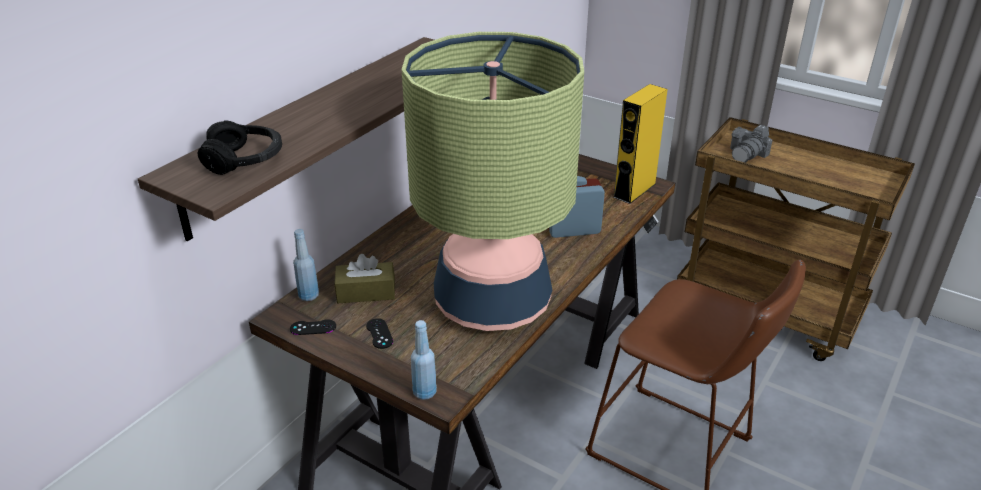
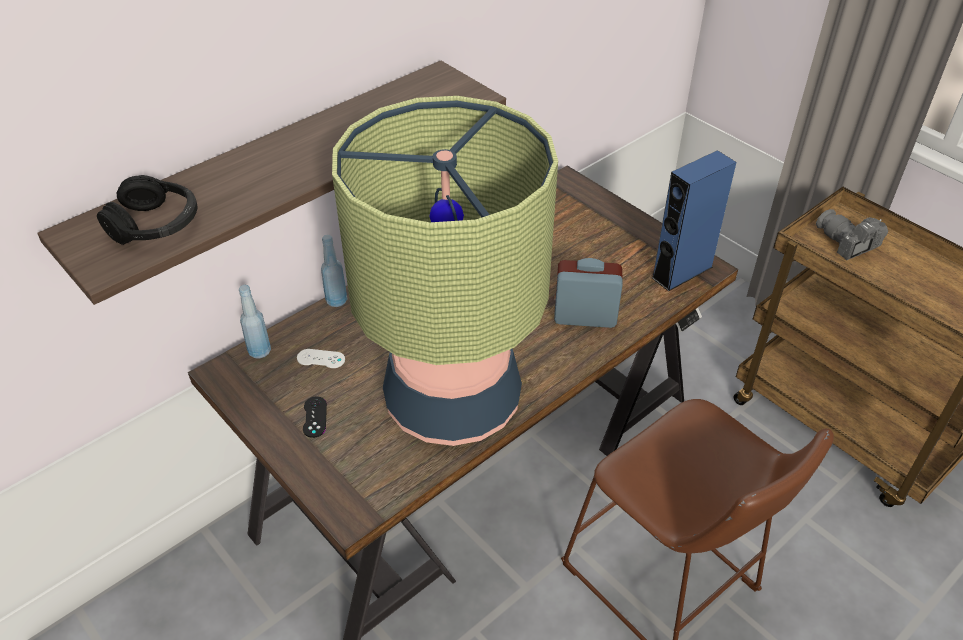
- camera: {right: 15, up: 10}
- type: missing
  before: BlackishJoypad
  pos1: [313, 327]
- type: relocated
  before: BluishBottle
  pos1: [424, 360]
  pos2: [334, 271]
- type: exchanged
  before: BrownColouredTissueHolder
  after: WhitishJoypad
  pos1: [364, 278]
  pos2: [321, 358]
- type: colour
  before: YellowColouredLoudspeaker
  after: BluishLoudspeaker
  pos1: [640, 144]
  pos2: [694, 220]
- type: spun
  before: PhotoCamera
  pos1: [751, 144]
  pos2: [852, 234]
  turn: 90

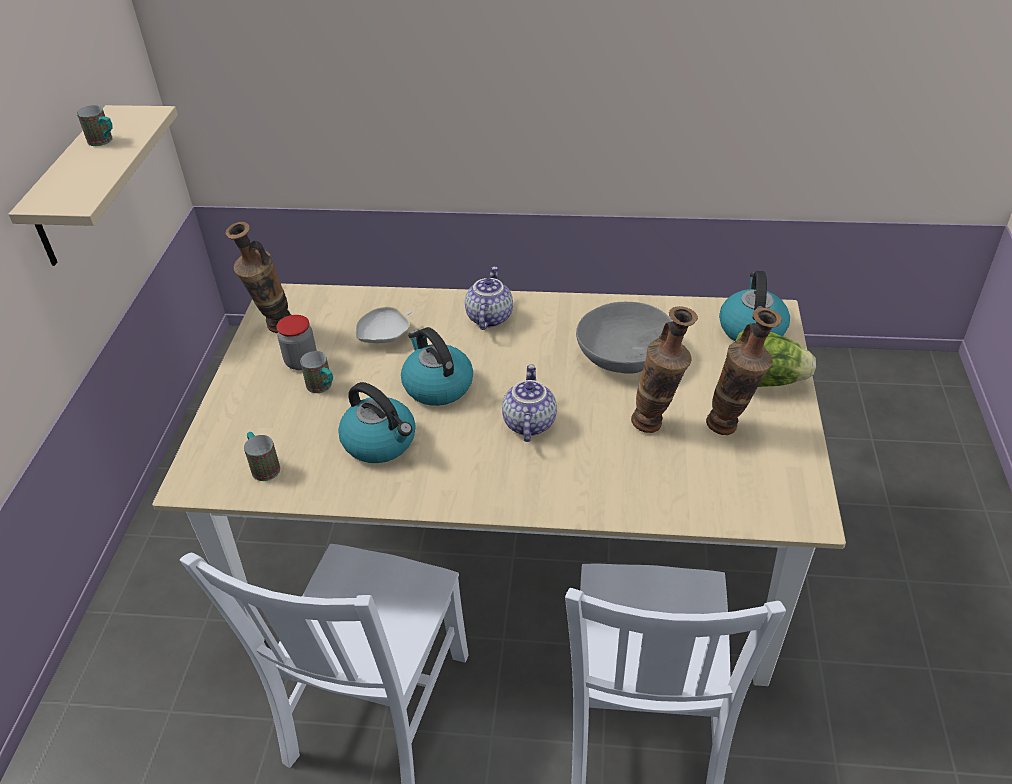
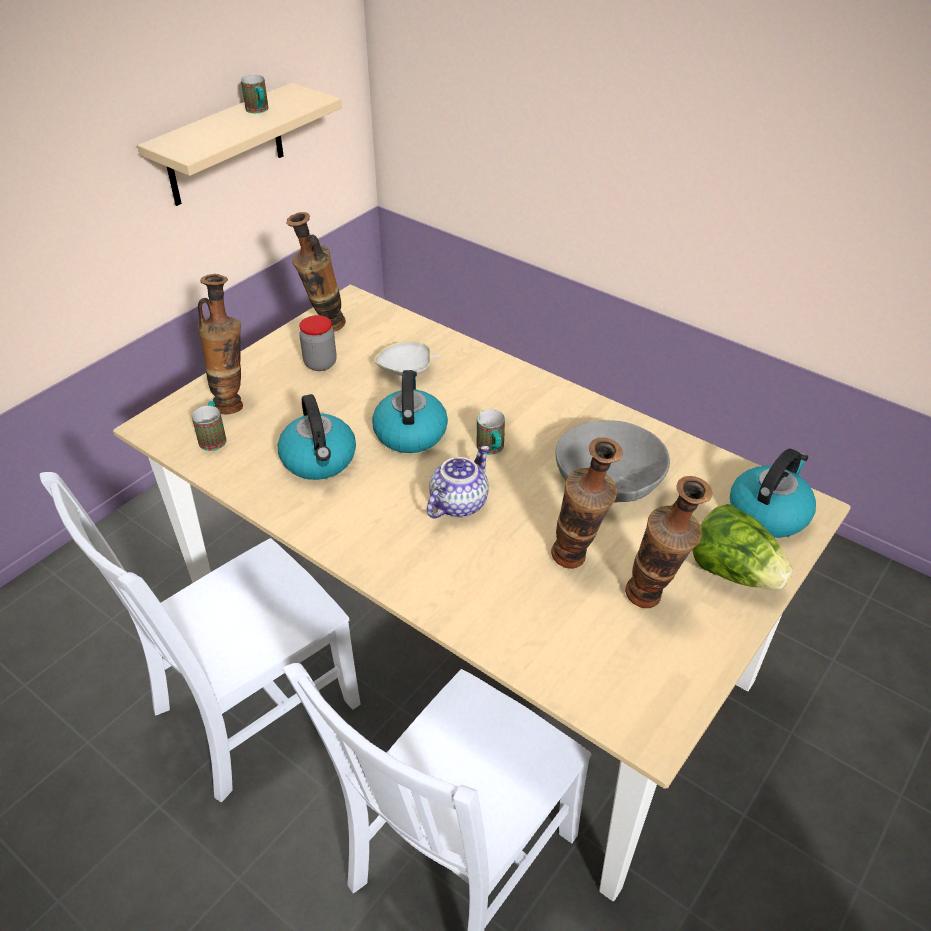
- camera: {right: 30, up: 0}
- type: missing
  before: TeaPot
  pos1: [489, 298]
- type: appeared
  after: Vase
  pos2: [220, 344]
- type: relocated
  before: TeaMug
  pos1: [316, 372]
  pos2: [491, 432]

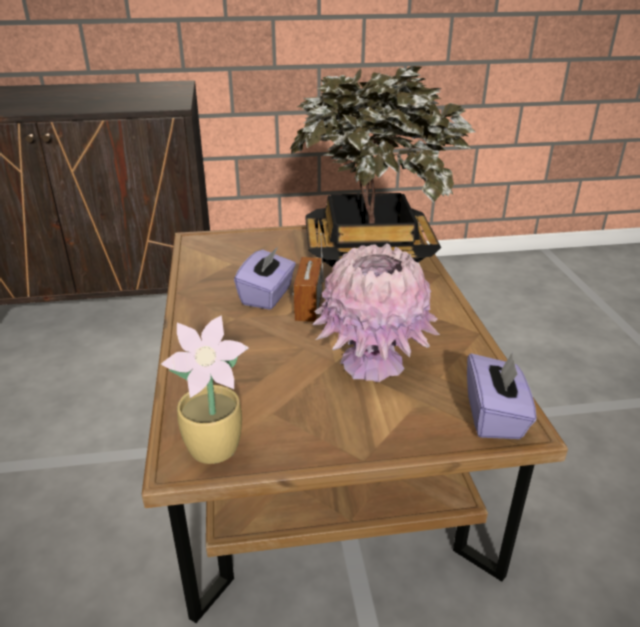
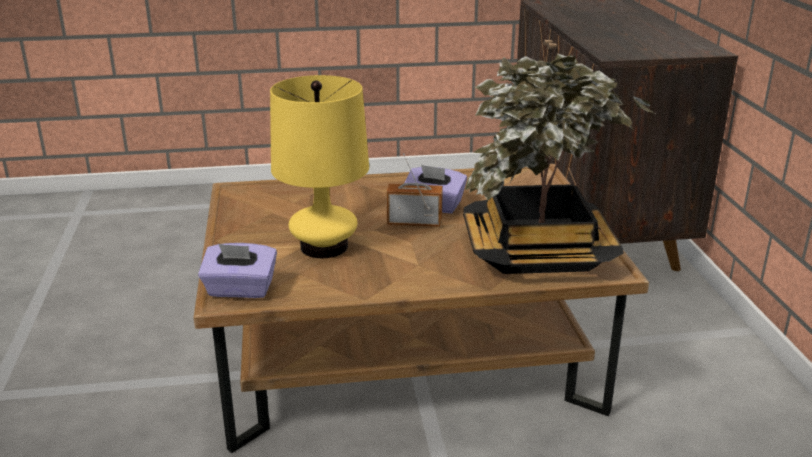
- camera: {right: 90, up: -5}
- type: missing
  before: PlantInAPot
  pos1: [205, 389]
- type: exchanged
  before: PinkColouredVase
  after: YellowColouredTabletopLamp
  pos1: [376, 312]
  pos2: [319, 166]

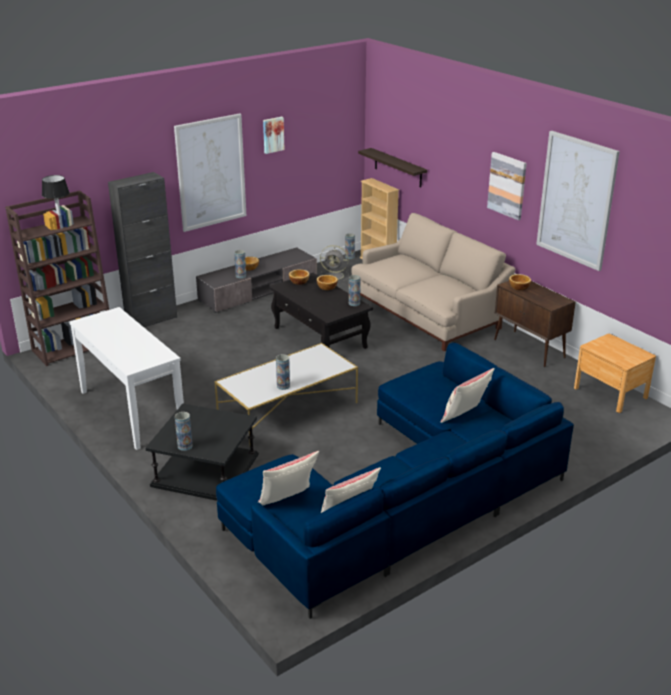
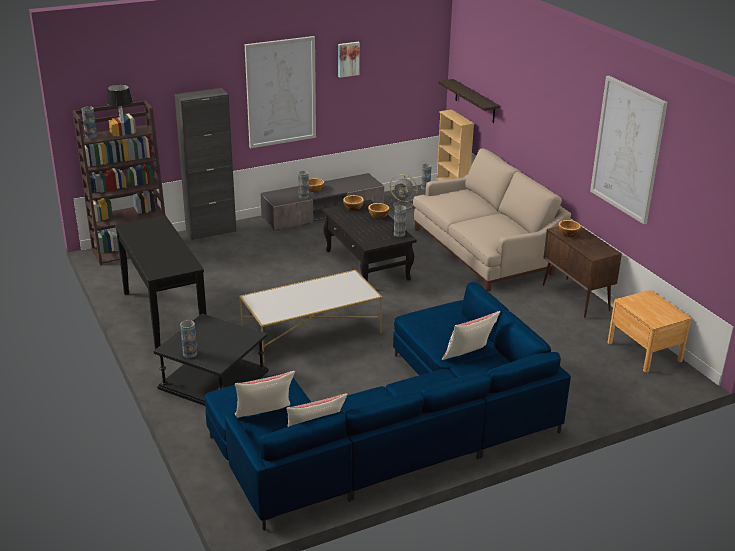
- camera: {right: 10, up: 0}
- type: missing
  before: WallPicture
  pos1: [507, 186]
- type: relocated
  before: Vase
  pos1: [283, 372]
  pos2: [89, 122]
- type: colour
  before: WhitishNarrowTable
  after: BlackishNarrowTable
  pos1: [127, 378]
  pos2: [161, 282]

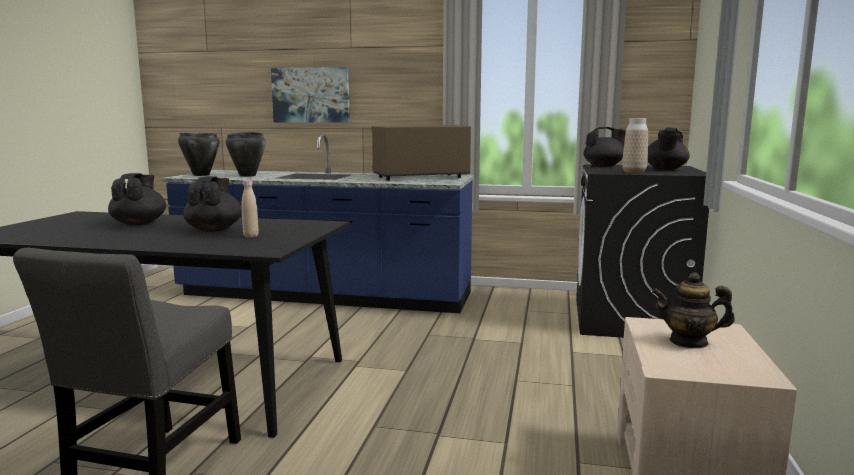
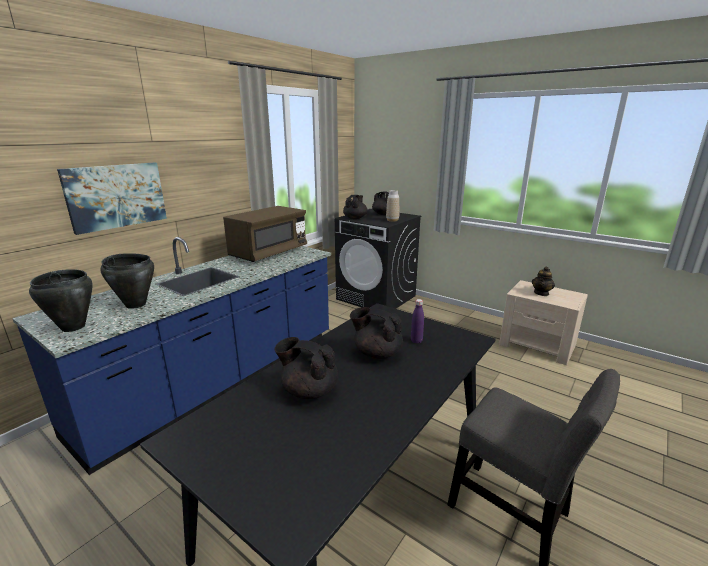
- camera: {right: -65, up: 10}
- type: colour
  before: BeigeColouredBottle
  after: PurplishBottle
  pos1: [250, 208]
  pos2: [417, 321]
- type: spun
  before: BrownColouredKitchenMicrowave
  pos1: [421, 153]
  pos2: [265, 234]
  turn: -150

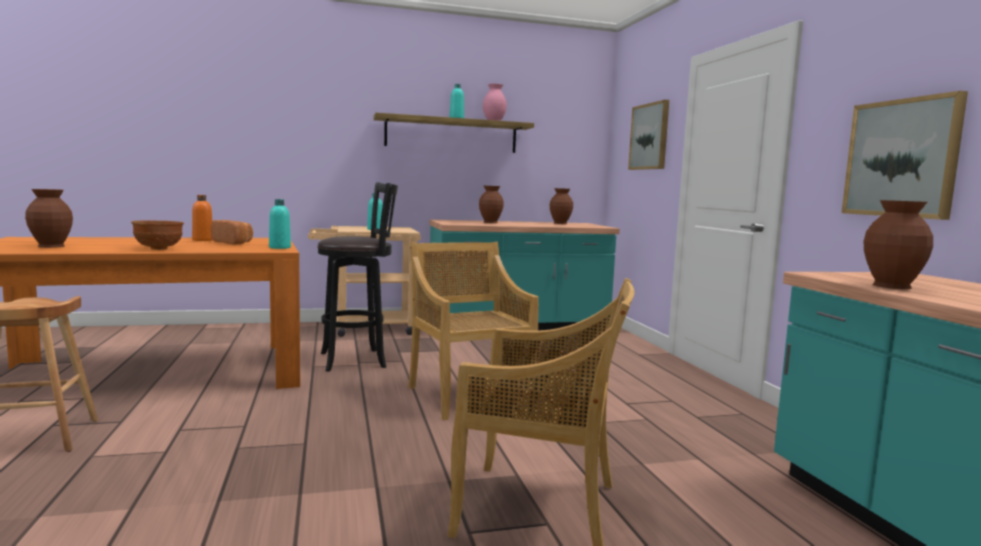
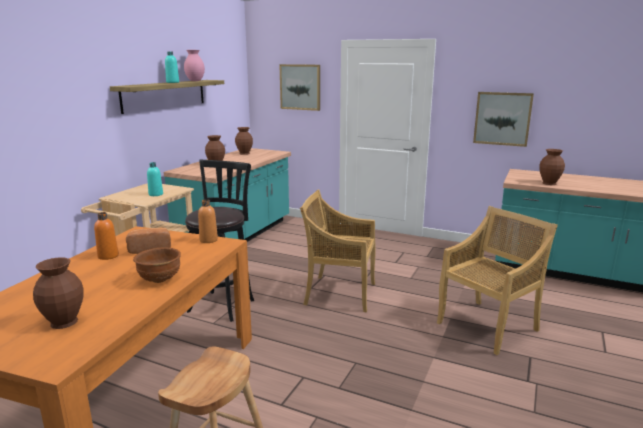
- camera: {right: -50, up: 10}
- type: colour
  before: BlueGreenBottle
  after: OrangeyBottle
  pos1: [280, 224]
  pos2: [208, 221]

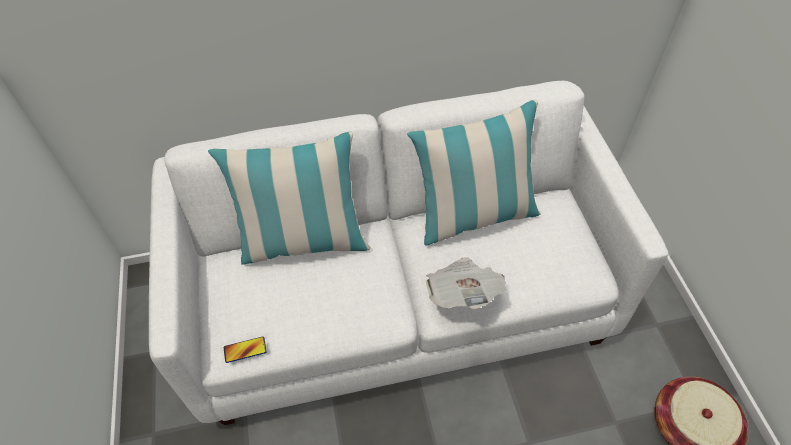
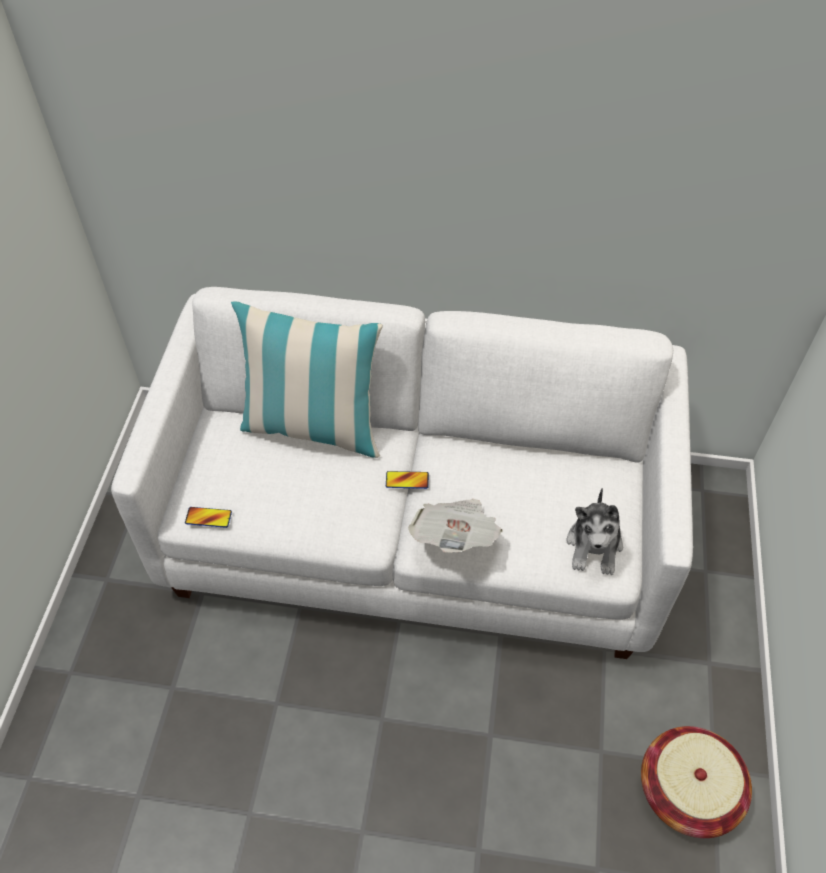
- camera: {right: 20, up: 0}
- type: missing
  before: Cushion
  pos1: [474, 173]
- type: appeared
  after: Telephone
  pos2: [407, 480]
- type: appeared
  after: SoftToy
  pos2: [594, 531]

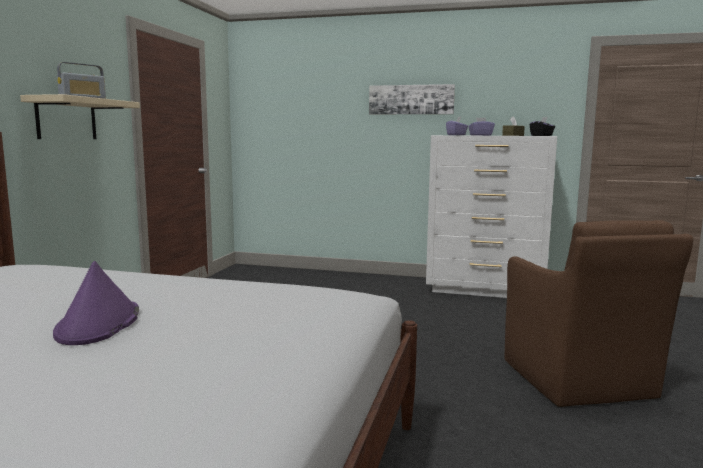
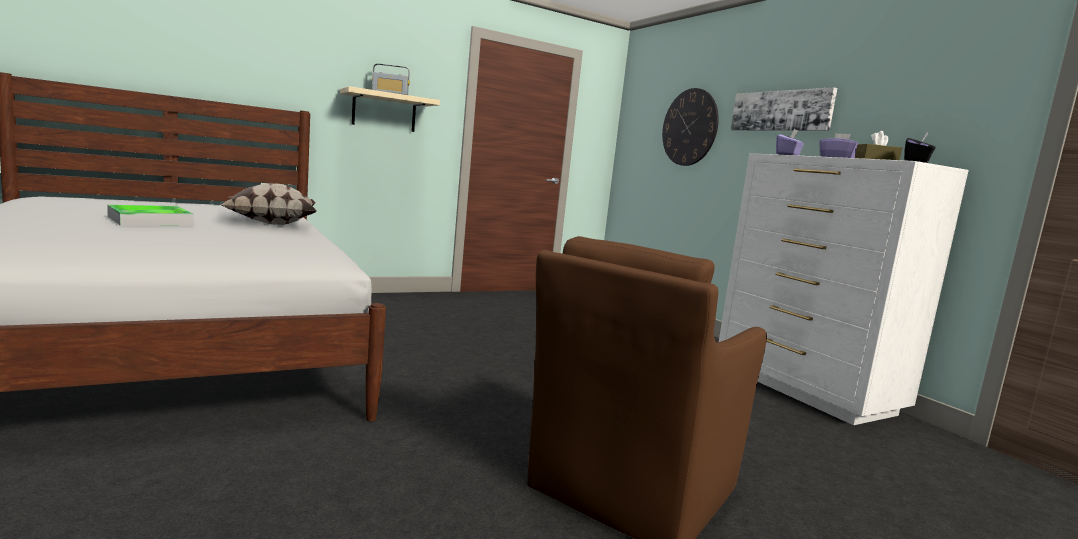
- camera: {right: 45, up: 0}
- type: appeared
  after: Cushion
  pos2: [268, 204]
- type: appeared
  after: HangingClock
  pos2: [690, 127]
- type: exchanged
  before: PurplishHat
  after: Tray
  pos1: [96, 303]
  pos2: [150, 215]

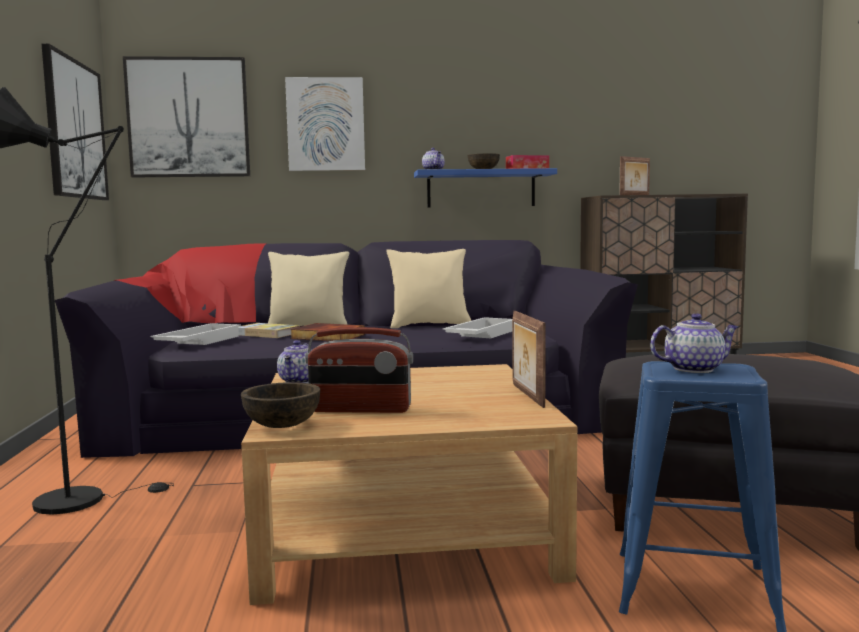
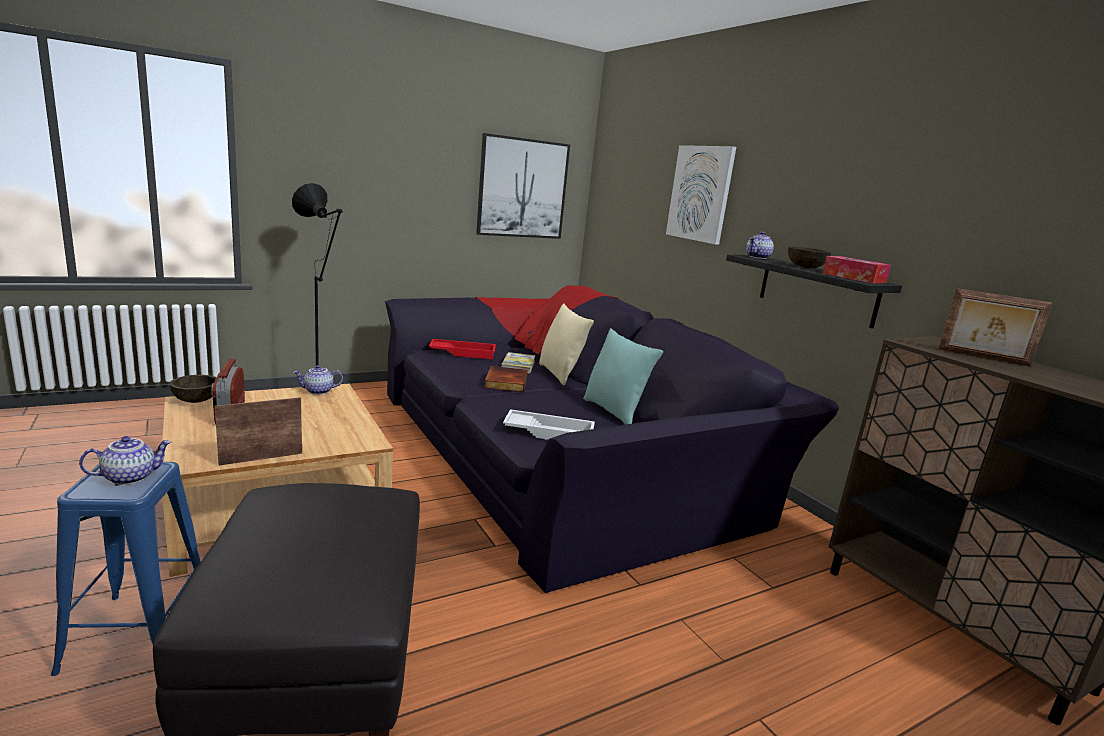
- camera: {right: 65, up: 10}
- type: missing
  before: WallPicture
  pos1: [186, 116]
- type: colour
  before: WhitishTray
  after: RedTray
  pos1: [195, 334]
  pos2: [462, 349]
- type: colour
  before: BeigeColouredCushion
  after: BlueGreenCushion
  pos1: [428, 288]
  pos2: [623, 376]
- type: colour
  before: BluishShelf
  after: BlackishShelf
  pos1: [485, 188]
  pos2: [814, 291]
- type: spun
  before: TeaPot
  pos1: [694, 343]
  pos2: [125, 460]
  turn: -90

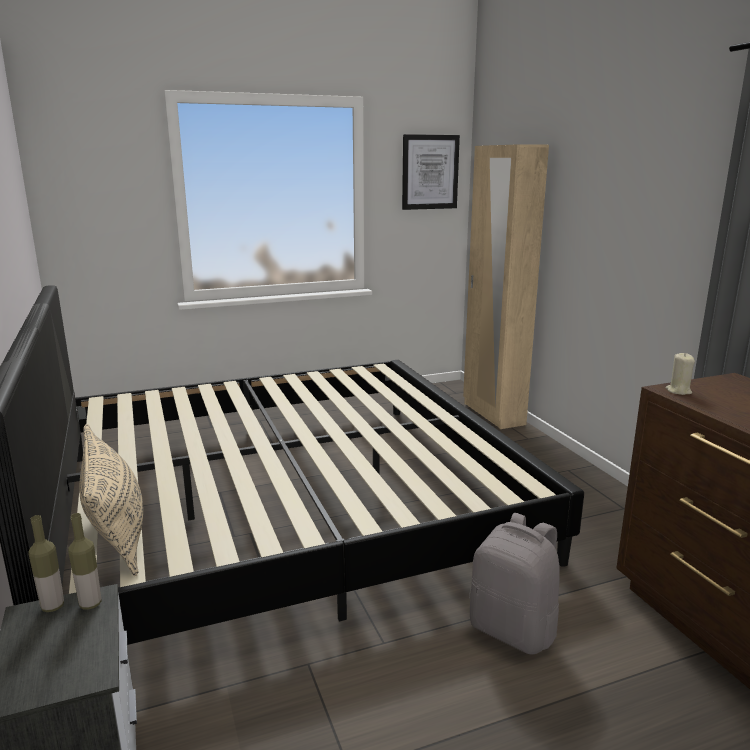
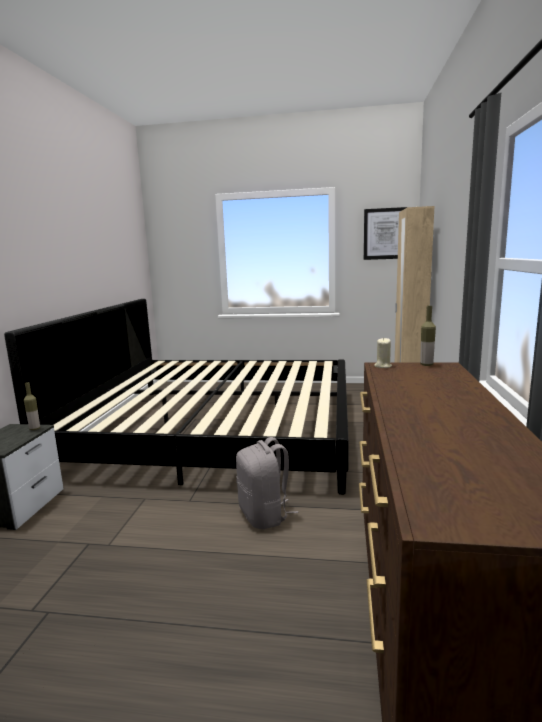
- camera: {right: 30, up: -5}
- type: missing
  before: BeigeColouredCushion
  pos1: [111, 500]
- type: relocated
  before: Bottle
  pos1: [46, 563]
  pos2: [428, 336]

